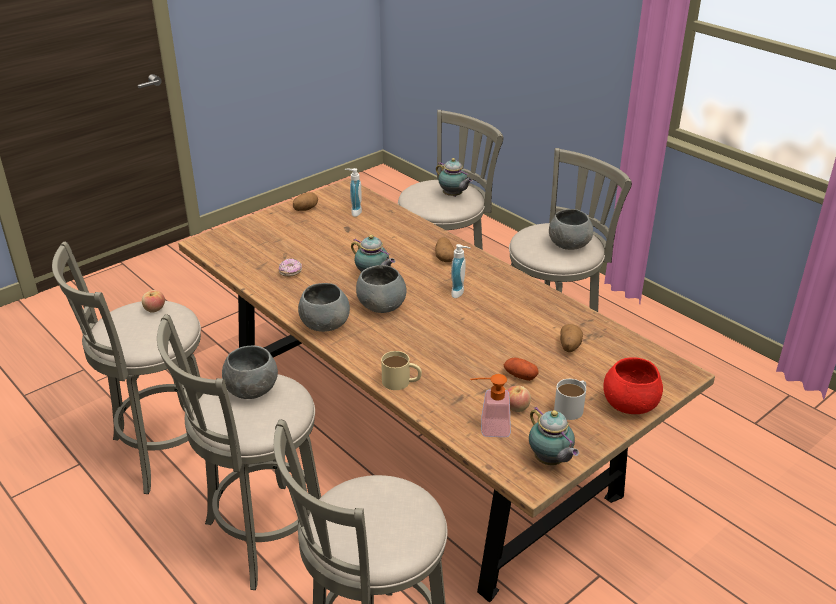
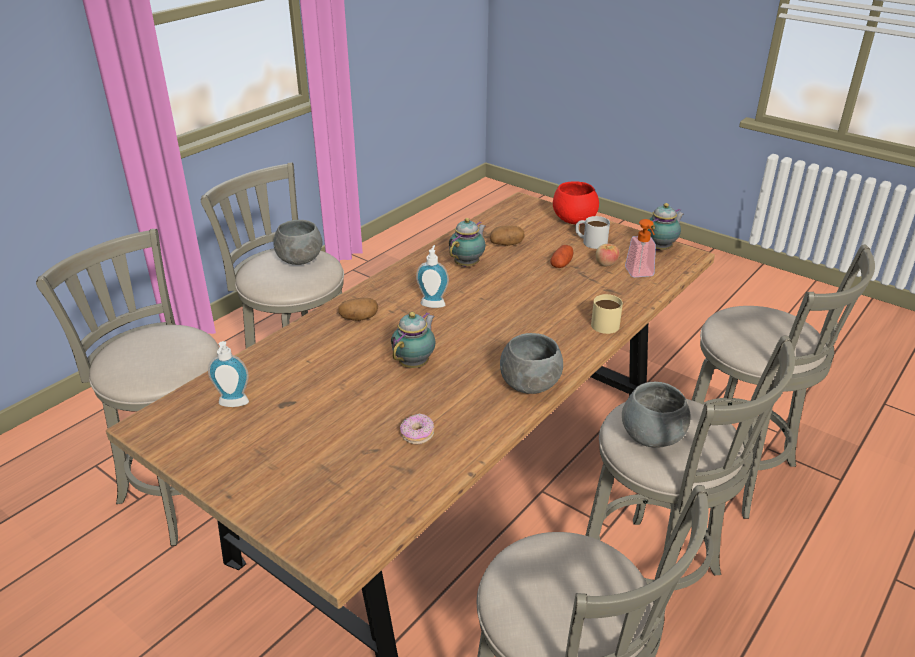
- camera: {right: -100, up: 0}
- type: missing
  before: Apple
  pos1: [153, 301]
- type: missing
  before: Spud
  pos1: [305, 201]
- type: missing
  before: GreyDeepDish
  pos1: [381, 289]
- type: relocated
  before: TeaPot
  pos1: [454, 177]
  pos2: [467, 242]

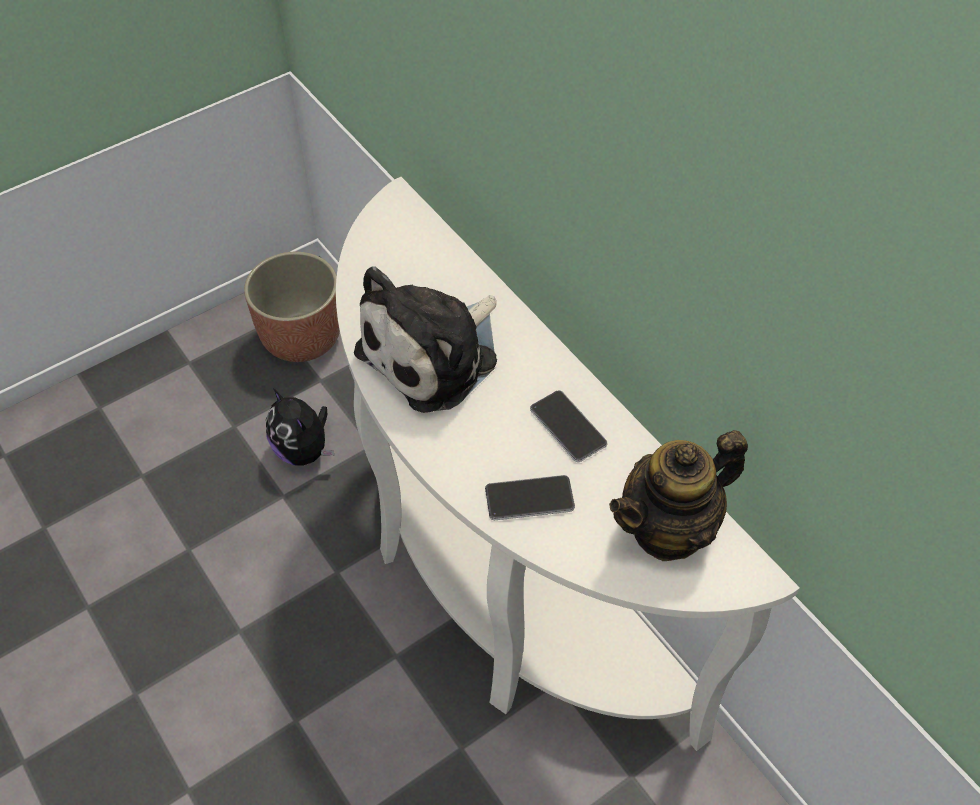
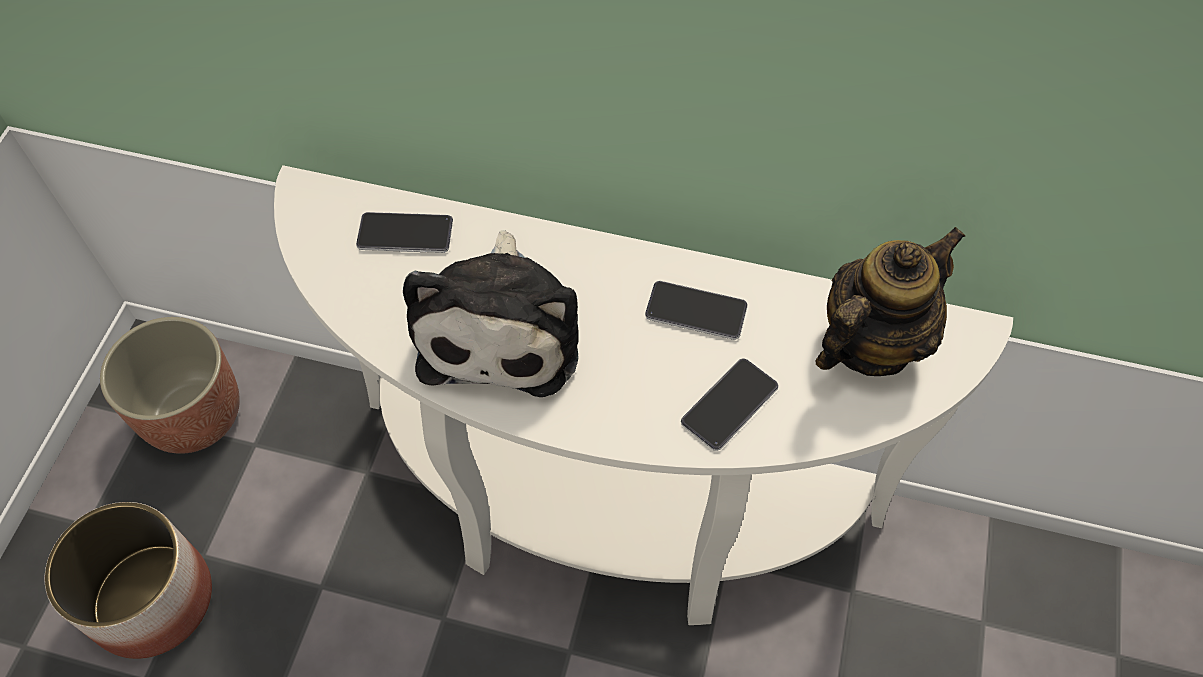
- camera: {right: -40, up: 5}
- type: missing
  before: SoftToy
  pos1: [300, 427]
- type: appeared
  after: PlantPot
  pos2: [128, 580]
- type: appeared
  after: Telephone
  pos2: [404, 232]
- type: spun
  before: TeaPot
  pos1: [678, 495]
  pos2: [890, 301]
  turn: -150

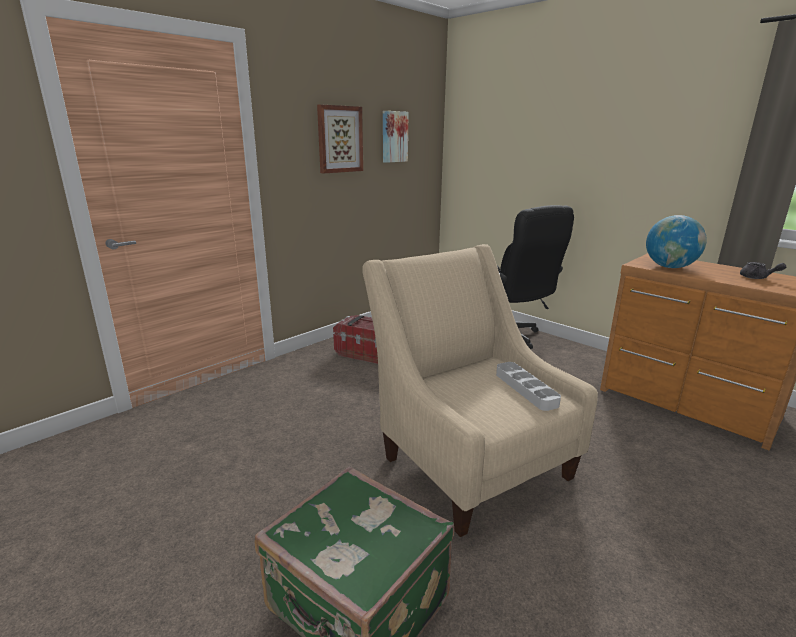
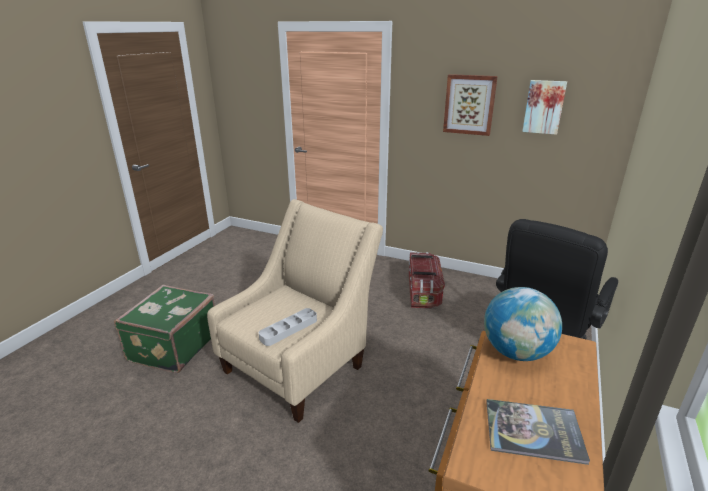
- camera: {right: 70, up: 5}
- type: exchanged
  before: GreyTeaPot
  after: BoundBook
  pos1: [763, 270]
  pos2: [538, 432]

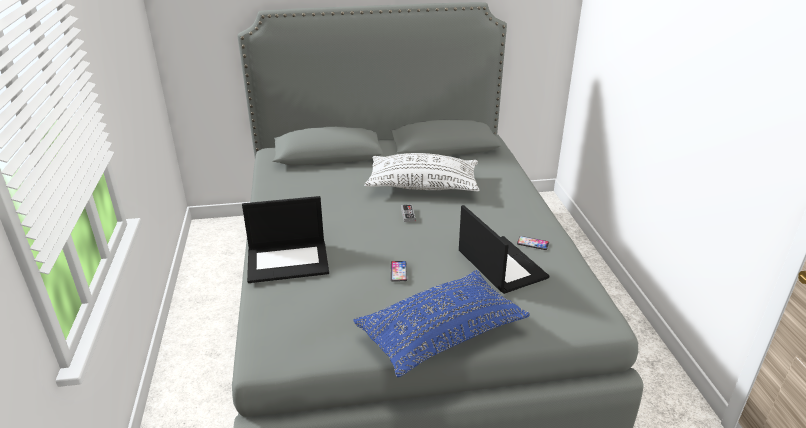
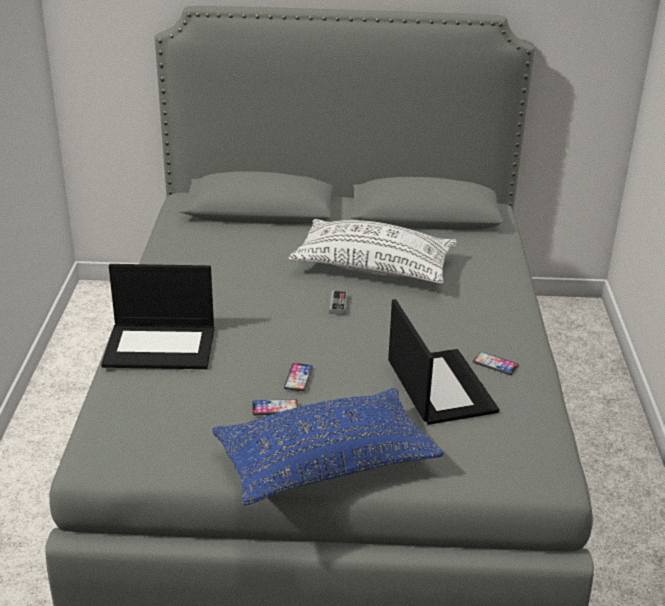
- camera: {right: 10, up: 0}
- type: appeared
  after: Telephone
  pos2: [275, 407]

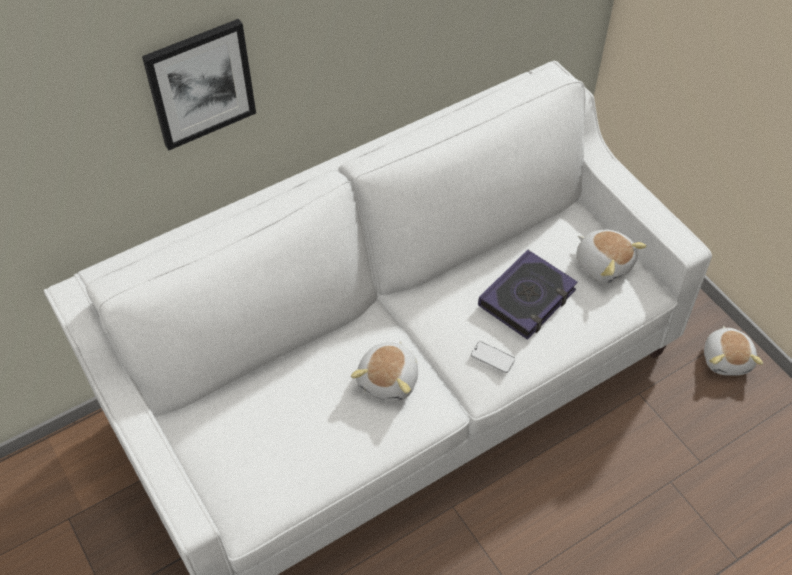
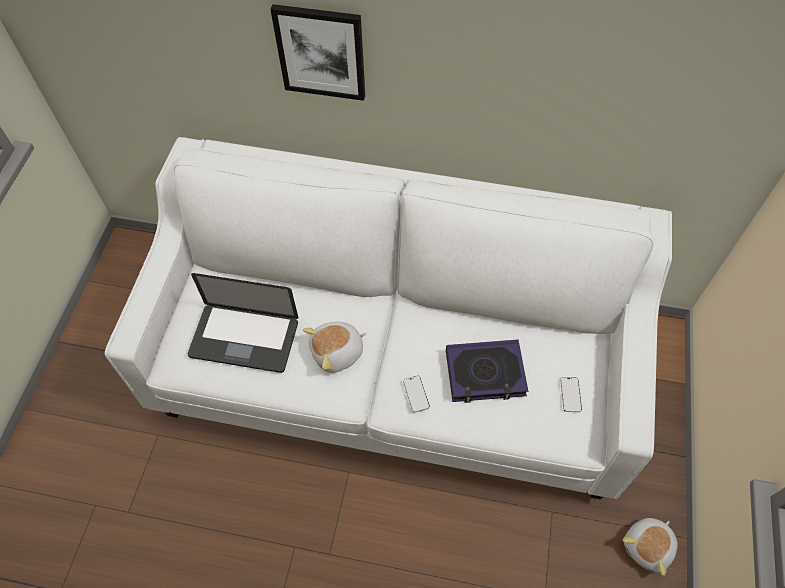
- camera: {right: 45, up: 5}
- type: appeared
  after: NotebookComputer
  pos2: [243, 323]
- type: exchanged
  before: SoftToy
  after: Telephone
  pos1: [611, 256]
  pos2: [571, 394]

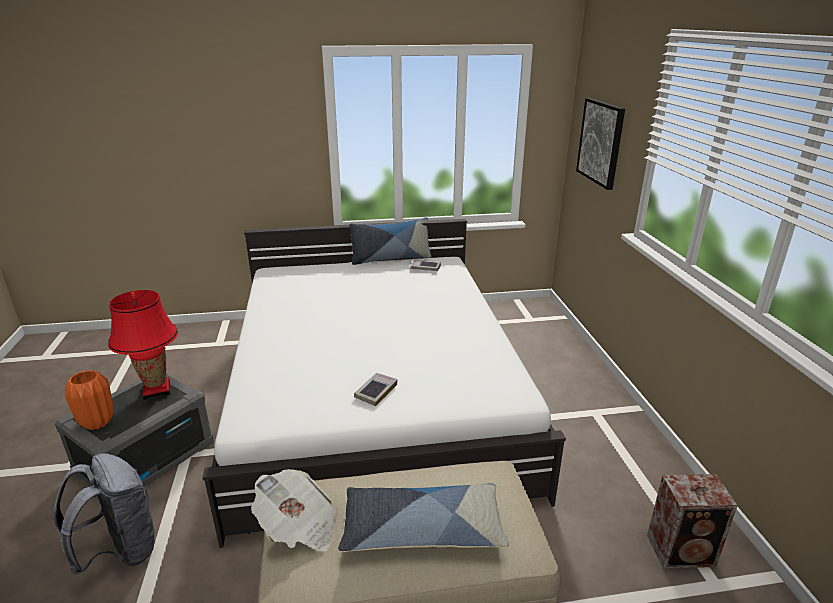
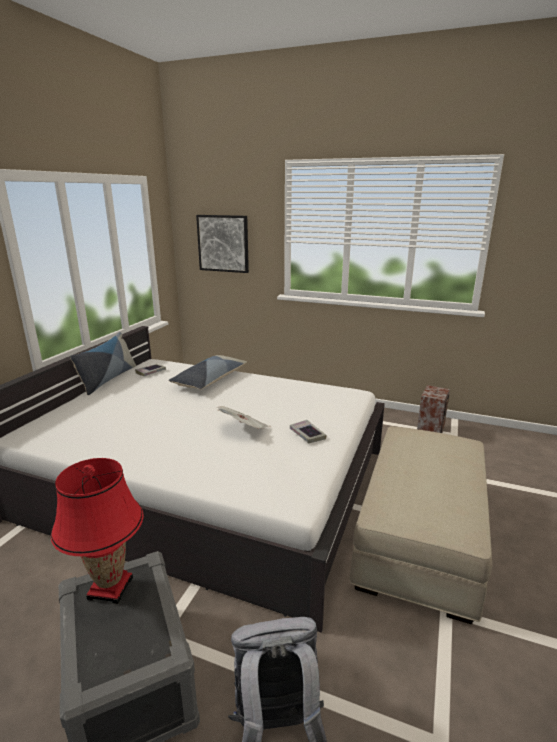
- camera: {right: -60, up: -5}
- type: missing
  before: OrangeyVase
  pos1: [89, 400]
- type: relocated
  before: PrintedPaper
  pos1: [294, 510]
  pos2: [244, 417]
- type: relocated
  before: Cushion
  pos1: [423, 517]
  pos2: [207, 372]

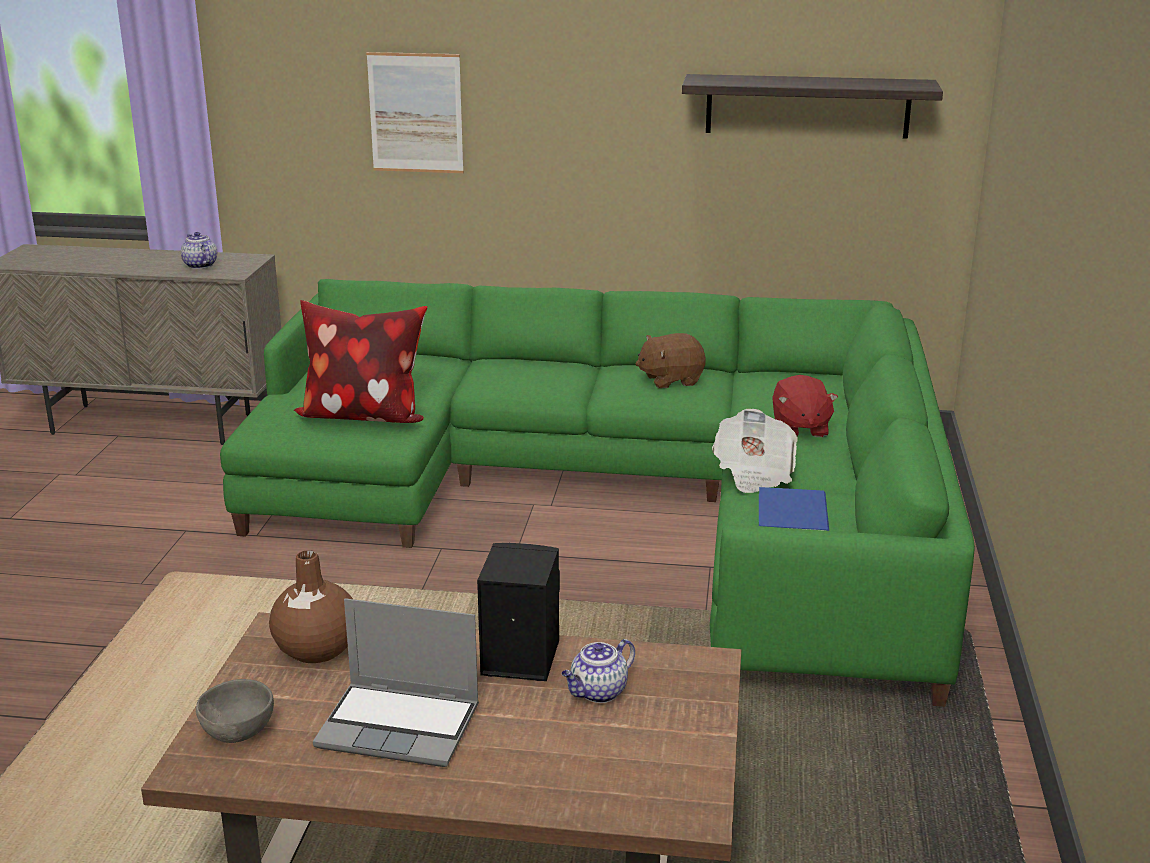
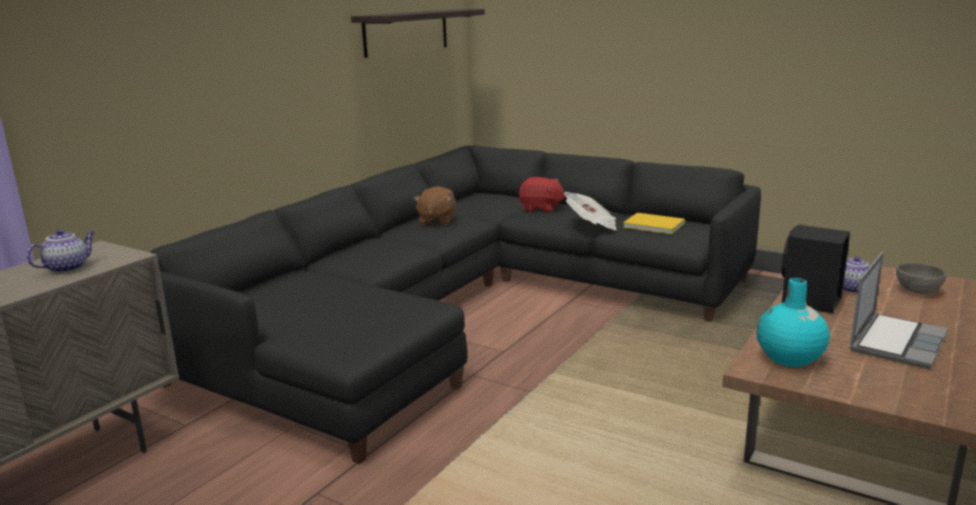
- camera: {right: -65, up: -5}
- type: missing
  before: Cushion
  pos1: [360, 361]
- type: missing
  before: WallPicture
  pos1: [415, 112]
- type: relocated
  before: GreyDeepDish
  pos1: [235, 711]
  pos2: [921, 278]
- type: colour
  before: GreenColouredSettee
  after: BlackishSettee
  pos1: [597, 493]
  pos2: [455, 304]
- type: colour
  before: BrownColouredVase
  after: BlueGreenVase
  pos1: [311, 606]
  pos2: [793, 322]
- type: colour
  before: BluishBoundBook
  after: YellowColouredBoundBook
  pos1: [794, 509]
  pos2: [654, 223]
- type: spun
  before: TeaPot
  pos1: [199, 250]
  pos2: [60, 251]
  turn: 135

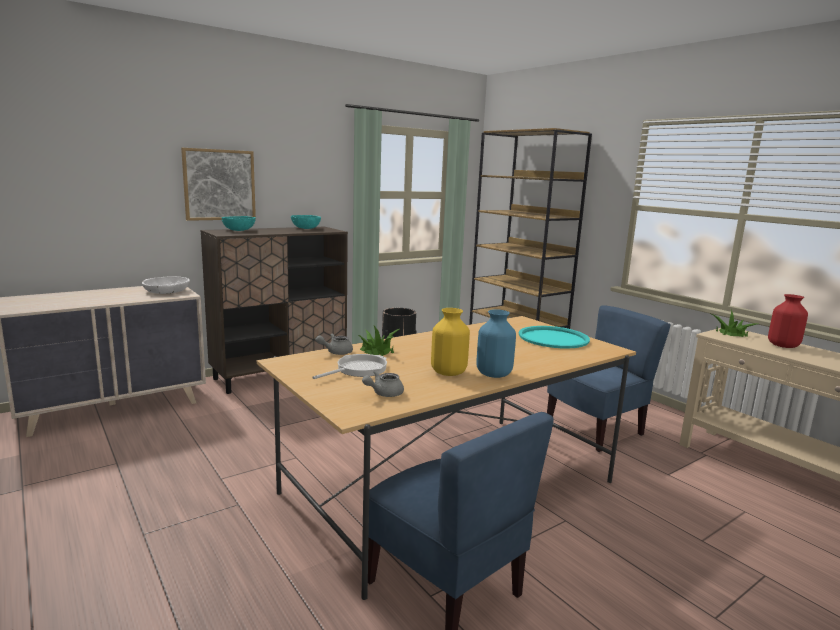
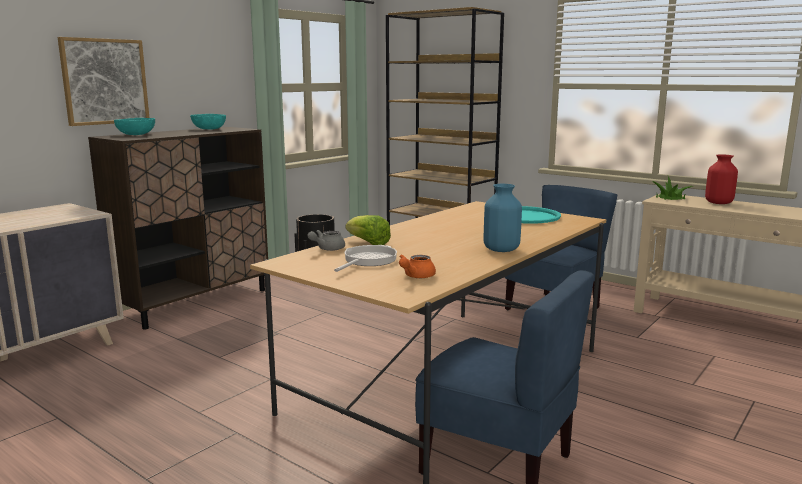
- camera: {right: -15, up: 0}
- type: missing
  before: WhitishDeepDish
  pos1: [166, 285]
- type: missing
  before: YellowColouredVase
  pos1: [450, 342]
- type: exchanged
  before: PlantInAPot
  after: Lettuce
  pos1: [379, 341]
  pos2: [368, 230]
- type: colour
  before: GreyTeaPot
  after: OrangeyTeaPot
  pos1: [383, 384]
  pos2: [417, 266]

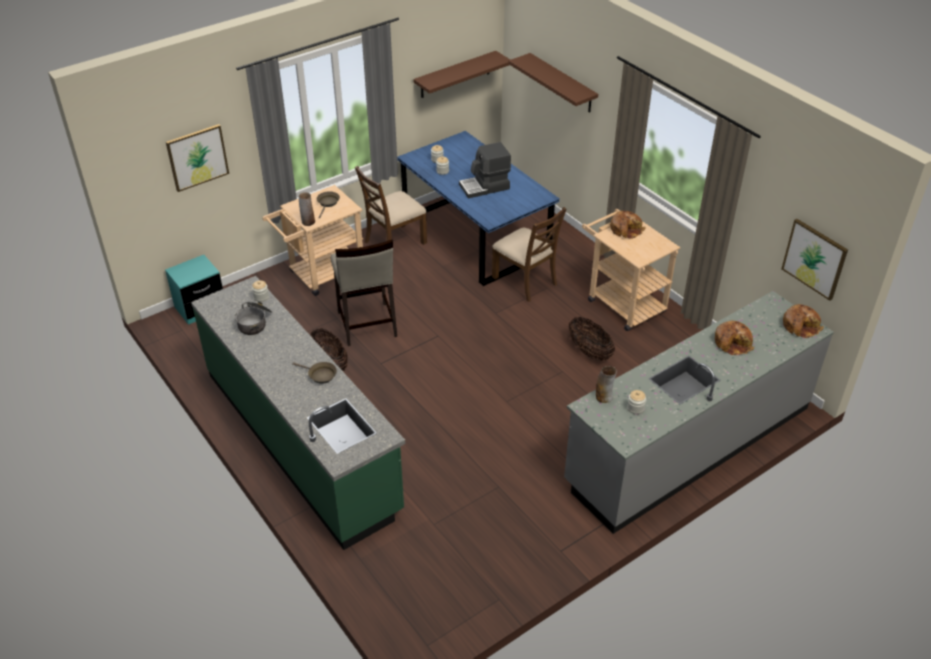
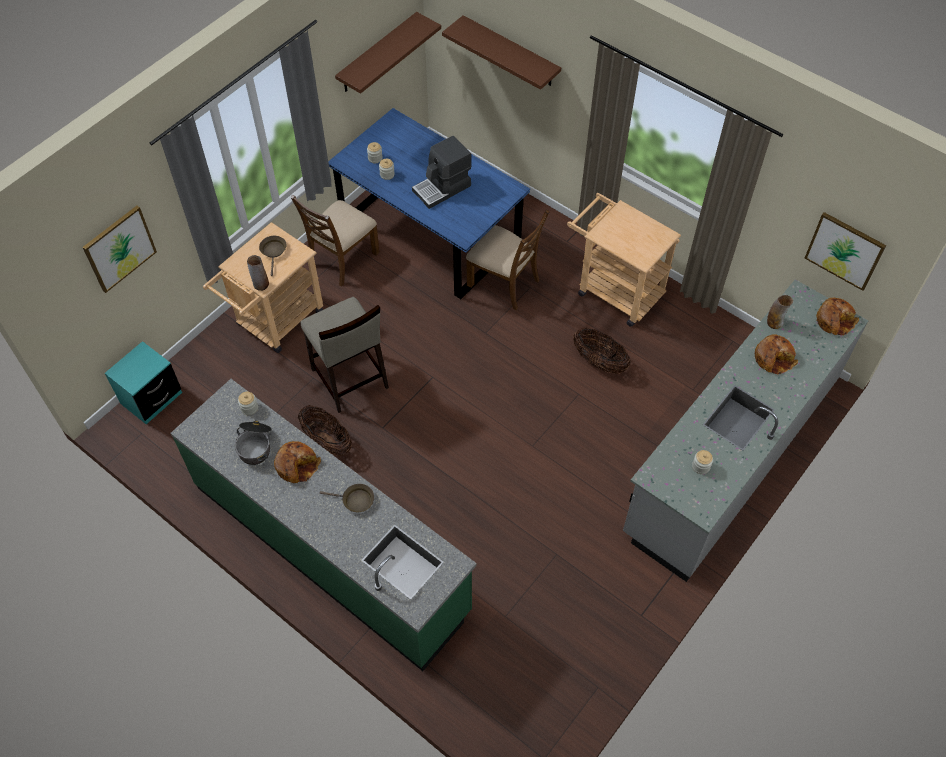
- camera: {right: -15, up: 15}
- type: relocated
  before: Vase
  pos1: [606, 384]
  pos2: [780, 312]
- type: relocated
  before: Bread
  pos1: [628, 225]
  pos2: [297, 462]

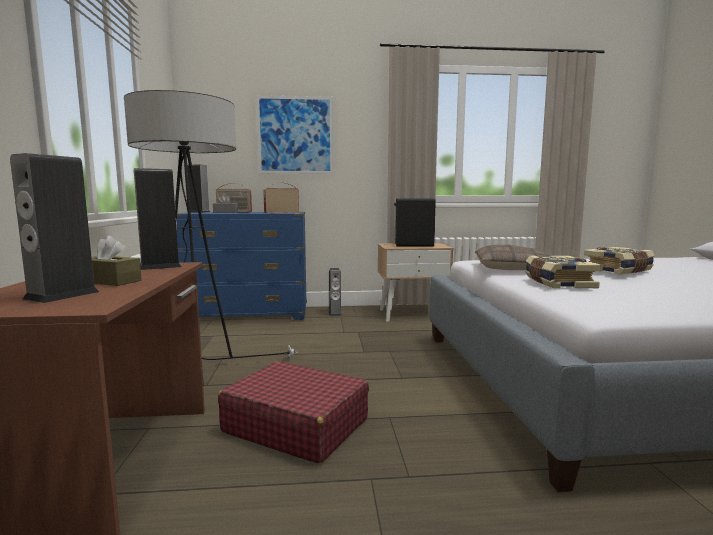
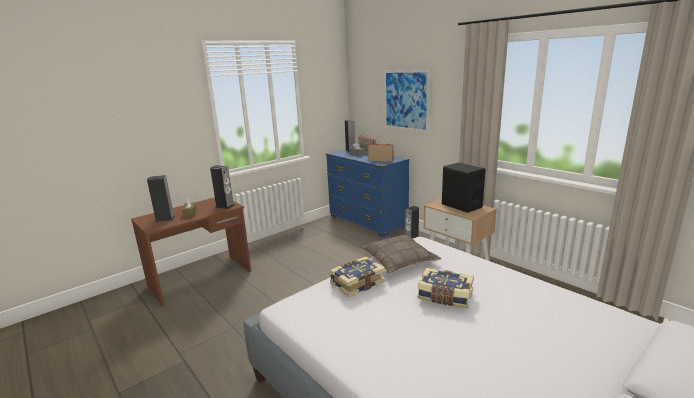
- camera: {right: 55, up: 10}
- type: missing
  before: FloorLamp
  pos1: [211, 238]
- type: missing
  before: RedSuitcase
  pos1: [293, 412]

